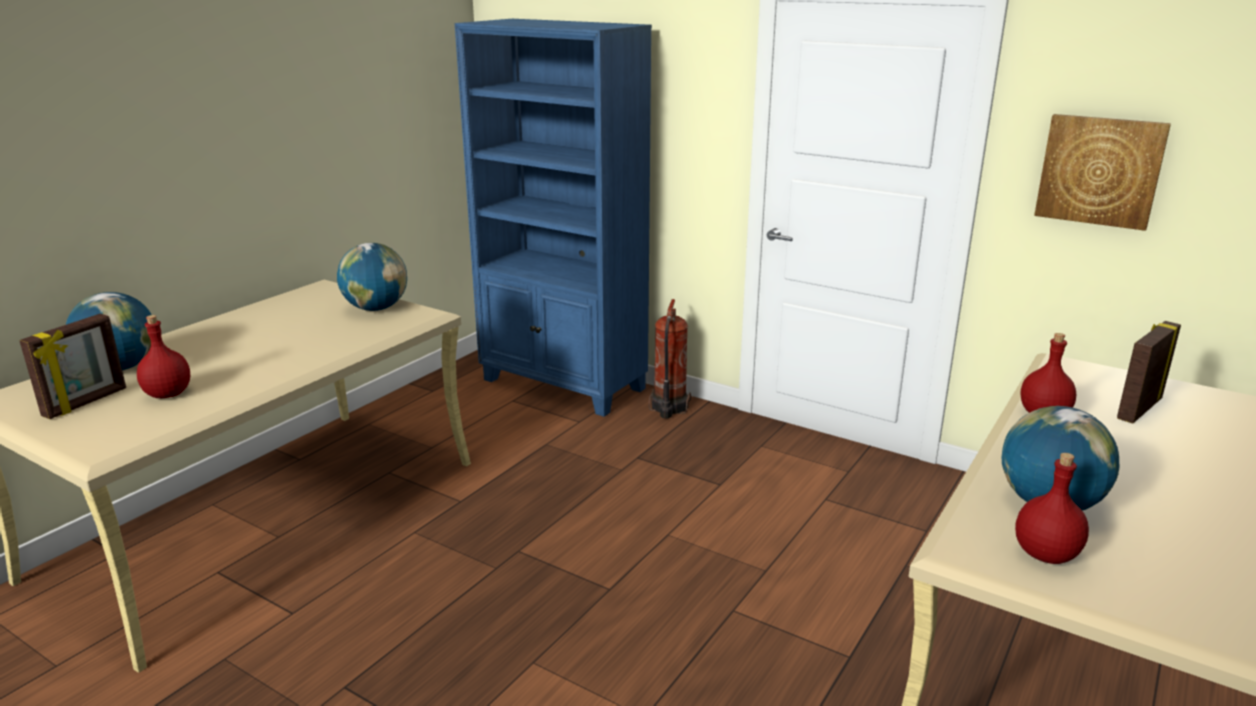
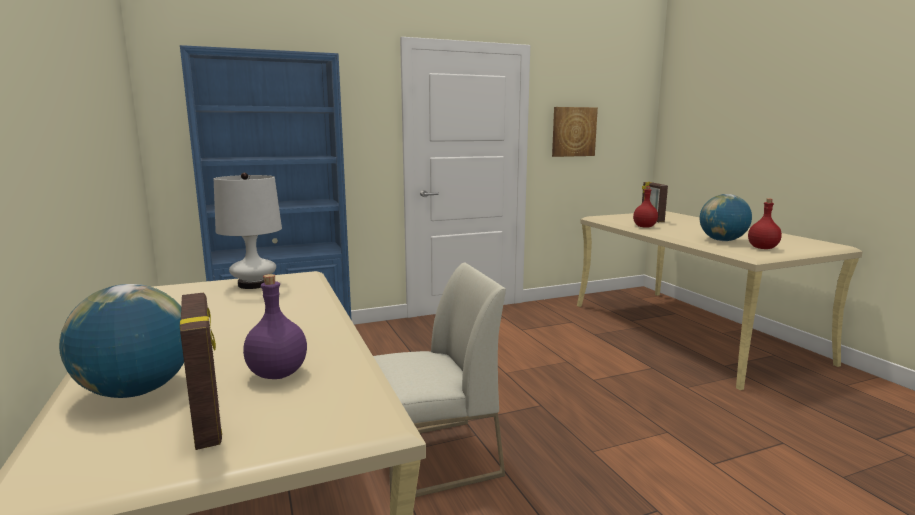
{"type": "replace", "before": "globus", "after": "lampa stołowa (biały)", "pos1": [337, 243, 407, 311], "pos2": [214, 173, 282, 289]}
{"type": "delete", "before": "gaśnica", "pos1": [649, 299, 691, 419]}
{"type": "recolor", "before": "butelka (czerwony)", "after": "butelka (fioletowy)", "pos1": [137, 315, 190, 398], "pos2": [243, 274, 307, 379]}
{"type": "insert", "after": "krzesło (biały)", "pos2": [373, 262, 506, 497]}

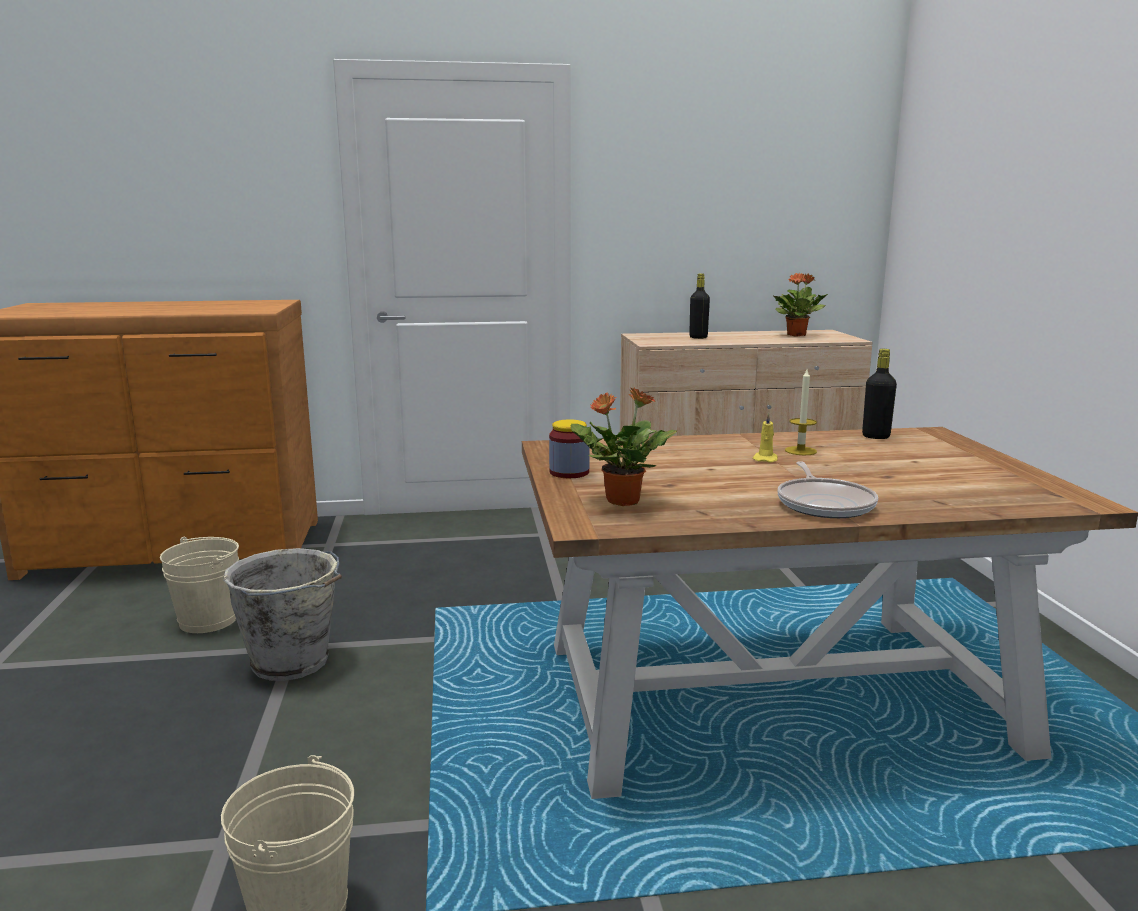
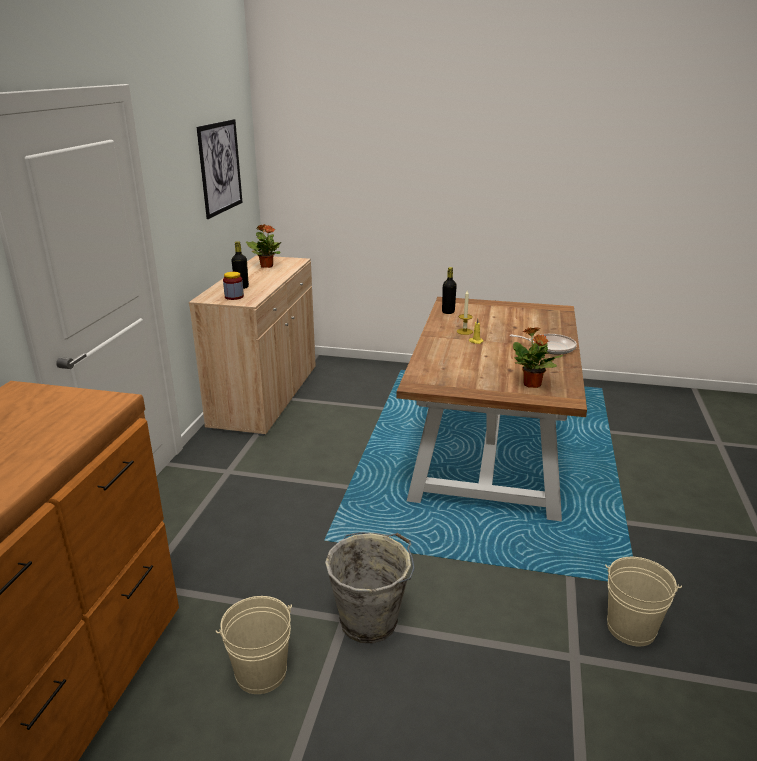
{"type": "move", "before": "słoik", "pos1": [549, 419, 590, 478], "pos2": [223, 272, 244, 300]}
{"type": "insert", "after": "obraz", "pos2": [196, 119, 243, 219]}

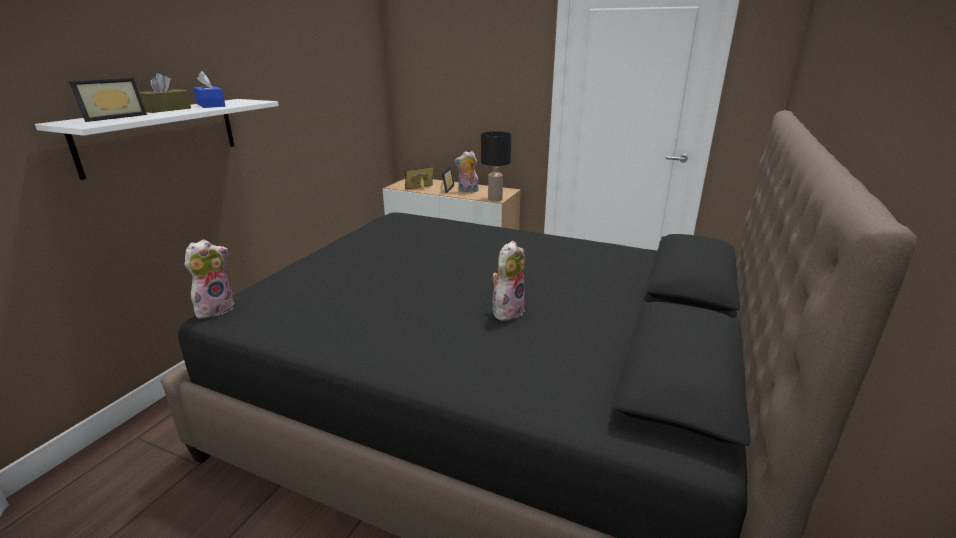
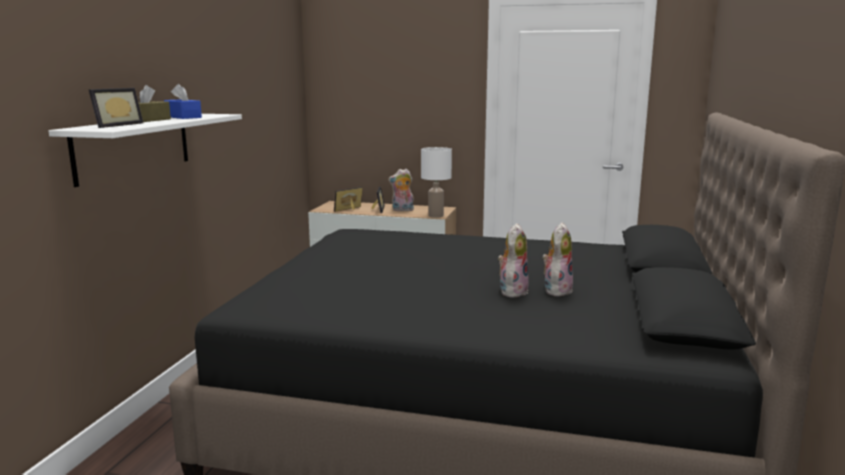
{"type": "recolor", "before": "lampa stołowa (czarny)", "after": "lampa stołowa (biały)", "pos1": [481, 132, 511, 201], "pos2": [421, 147, 452, 218]}
{"type": "move", "before": "pluszak", "pos1": [185, 239, 234, 319], "pos2": [542, 222, 573, 296]}

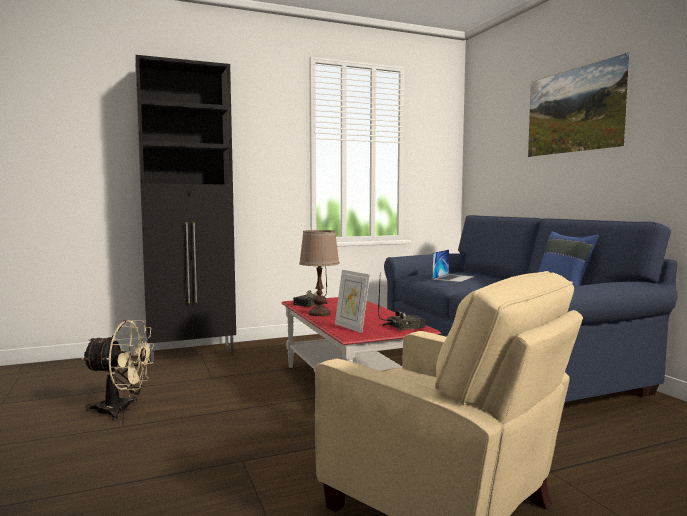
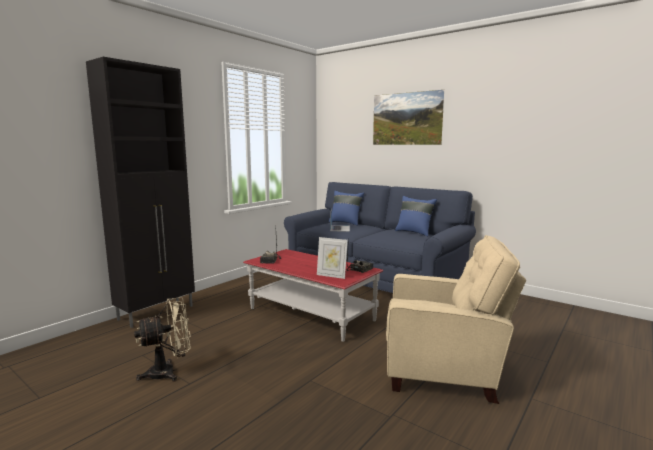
{"type": "delete", "before": "lampa stołowa (brązowy)", "pos1": [299, 230, 340, 316]}
{"type": "insert", "after": "poduszka (niebieski)", "pos2": [329, 190, 364, 226]}

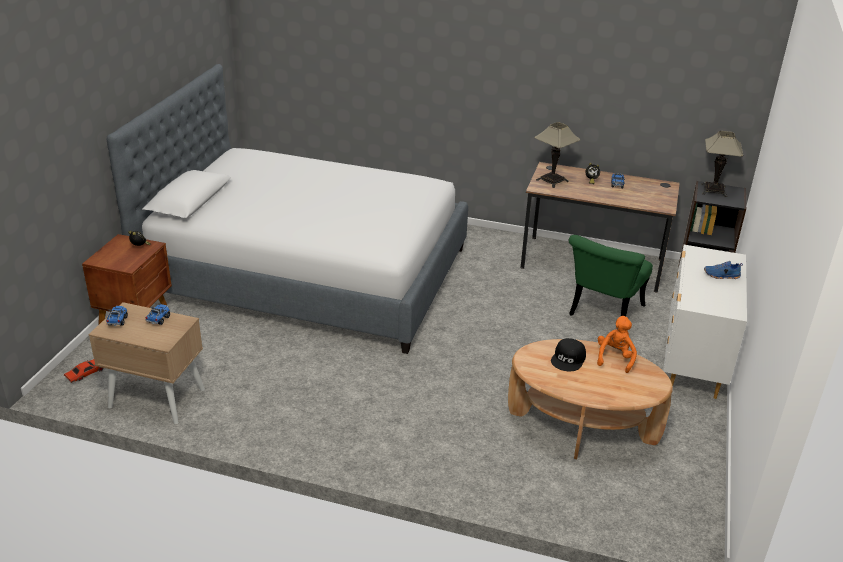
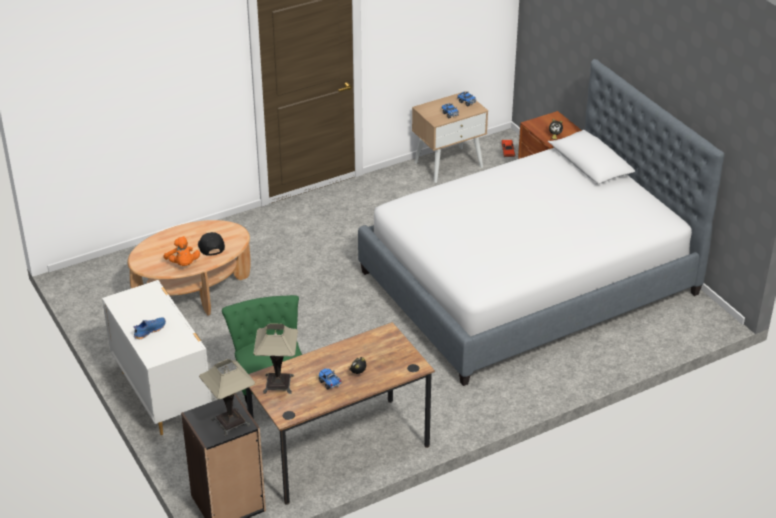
{"type": "move", "before": "lampa stołowa", "pos1": [534, 122, 580, 188], "pos2": [253, 323, 298, 394]}

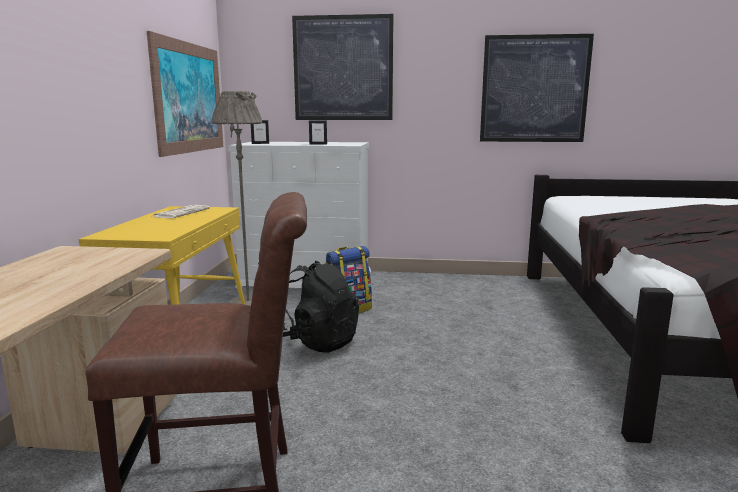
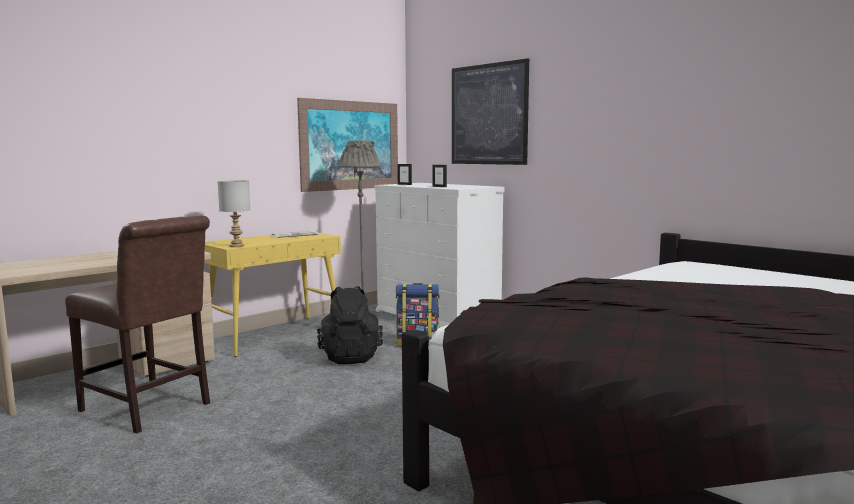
{"type": "delete", "before": "obraz", "pos1": [480, 34, 594, 142]}
{"type": "insert", "after": "lampa stołowa (szary)", "pos2": [218, 180, 250, 247]}

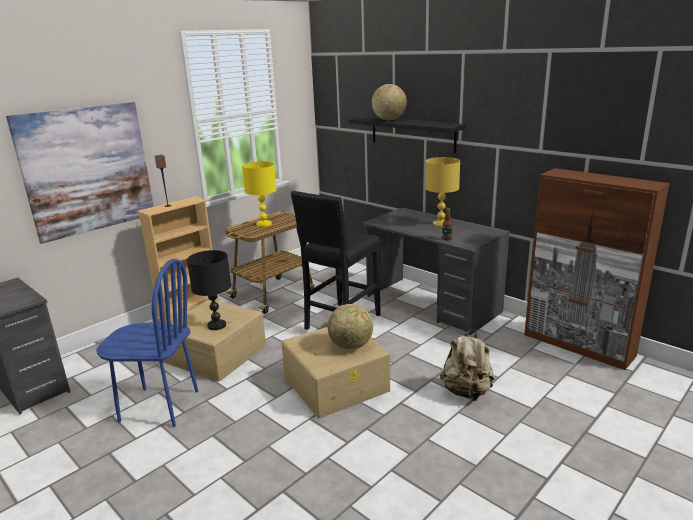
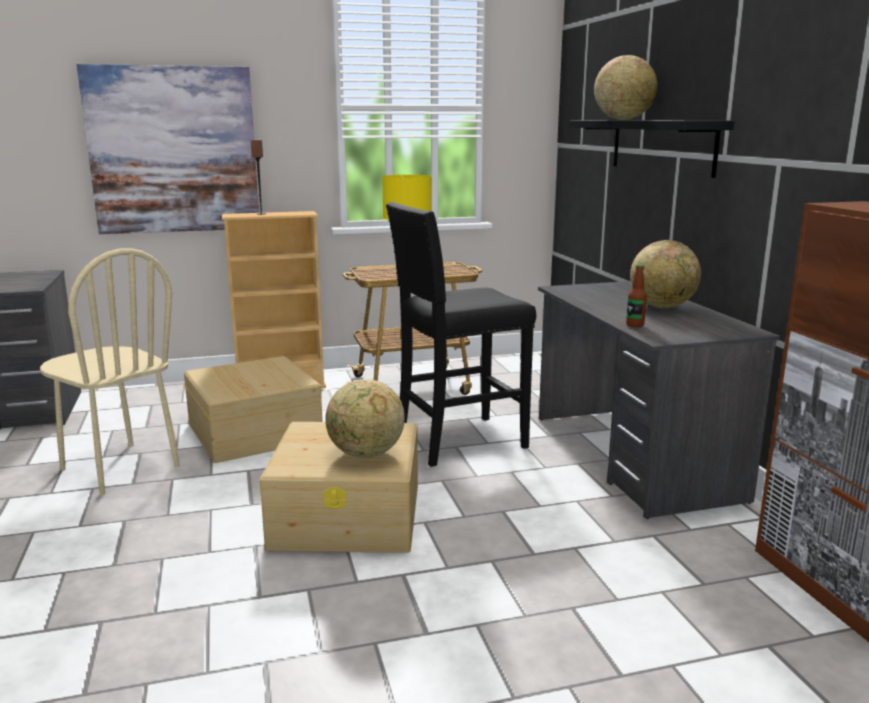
{"type": "replace", "before": "lampa stołowa (żółty)", "after": "globus", "pos1": [425, 157, 460, 227], "pos2": [630, 240, 701, 308]}
{"type": "delete", "before": "lampa stołowa (czarny)", "pos1": [187, 250, 231, 330]}
{"type": "recolor", "before": "krzesło (niebieski)", "after": "krzesło (beżowy)", "pos1": [97, 259, 198, 427], "pos2": [40, 248, 180, 496]}
{"type": "delete", "before": "plecak (beżowy)", "pos1": [440, 329, 495, 401]}

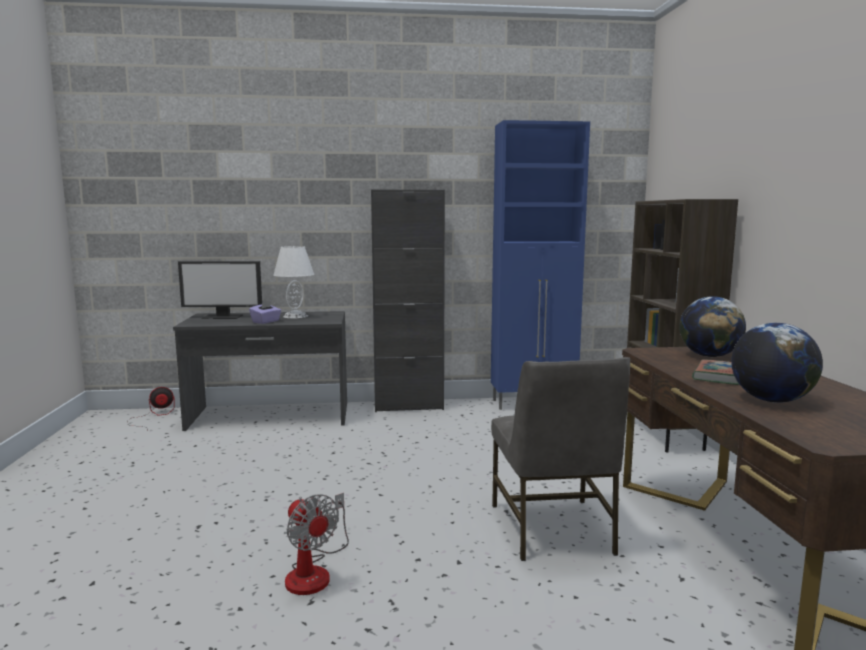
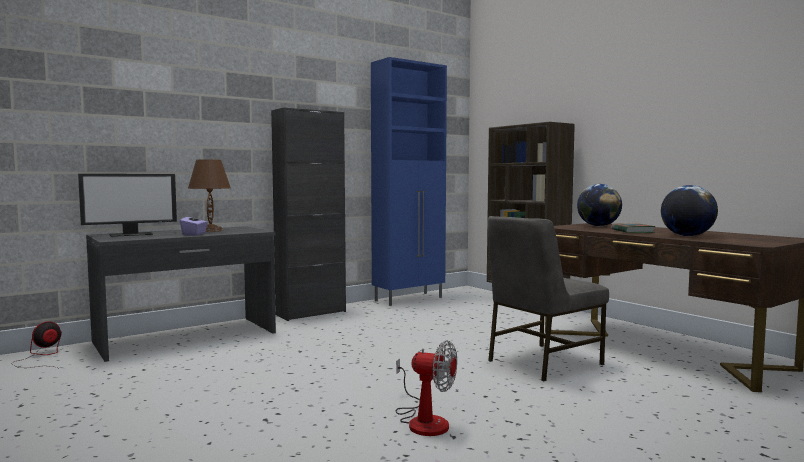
{"type": "recolor", "before": "lampa stołowa (biały)", "after": "lampa stołowa (brązowy)", "pos1": [273, 246, 314, 319], "pos2": [188, 159, 231, 232]}
{"type": "rotate", "before": "krzesło (szary)", "pos1": [491, 357, 630, 561], "pos2": [488, 216, 609, 381], "turn": 90}

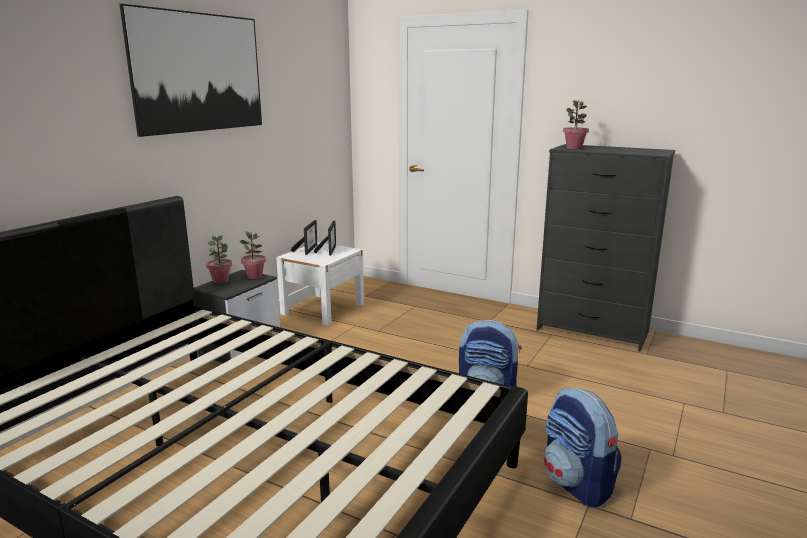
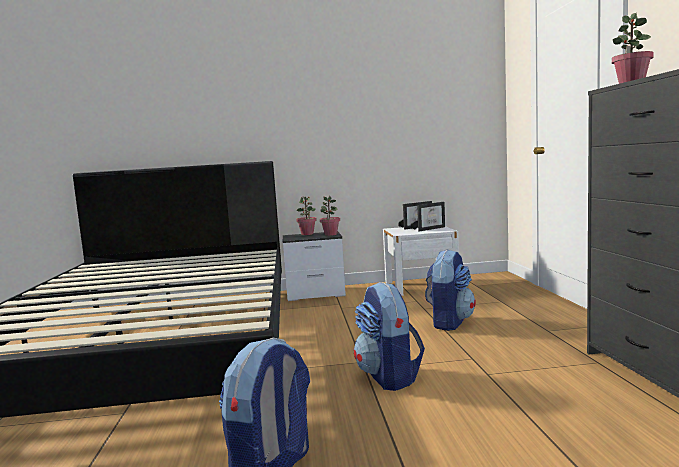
{"type": "delete", "before": "obraz", "pos1": [119, 4, 262, 137]}
{"type": "insert", "after": "plecak", "pos2": [425, 249, 476, 331]}

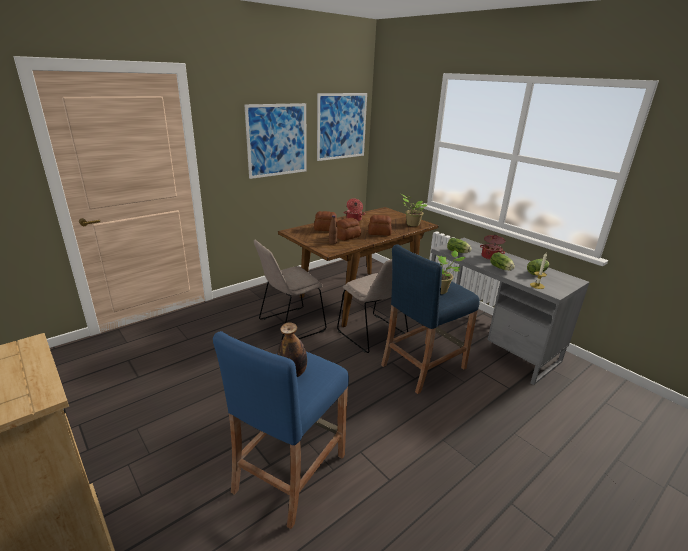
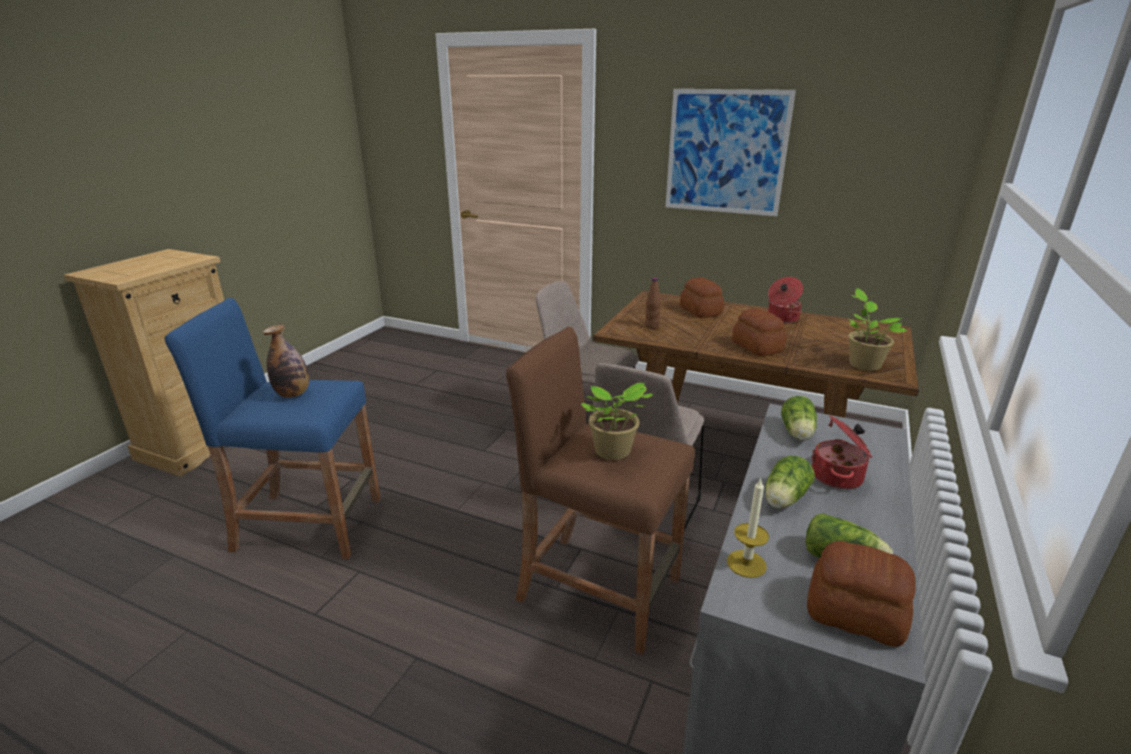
{"type": "delete", "before": "obraz", "pos1": [317, 93, 367, 161]}
{"type": "move", "before": "chleb", "pos1": [337, 218, 361, 241], "pos2": [807, 541, 915, 647]}
{"type": "recolor", "before": "stołek (niebieski)", "after": "stołek (brązowy)", "pos1": [381, 244, 480, 394], "pos2": [506, 326, 695, 655]}

